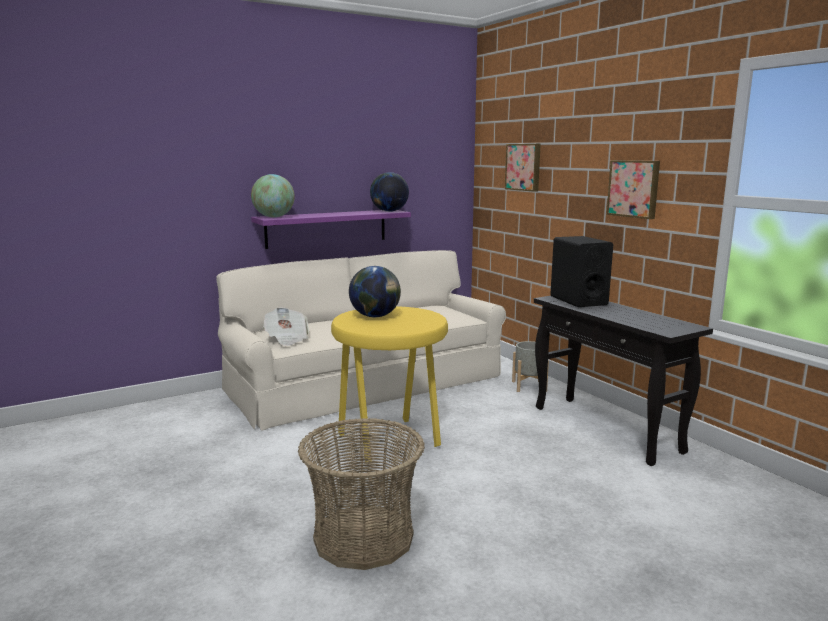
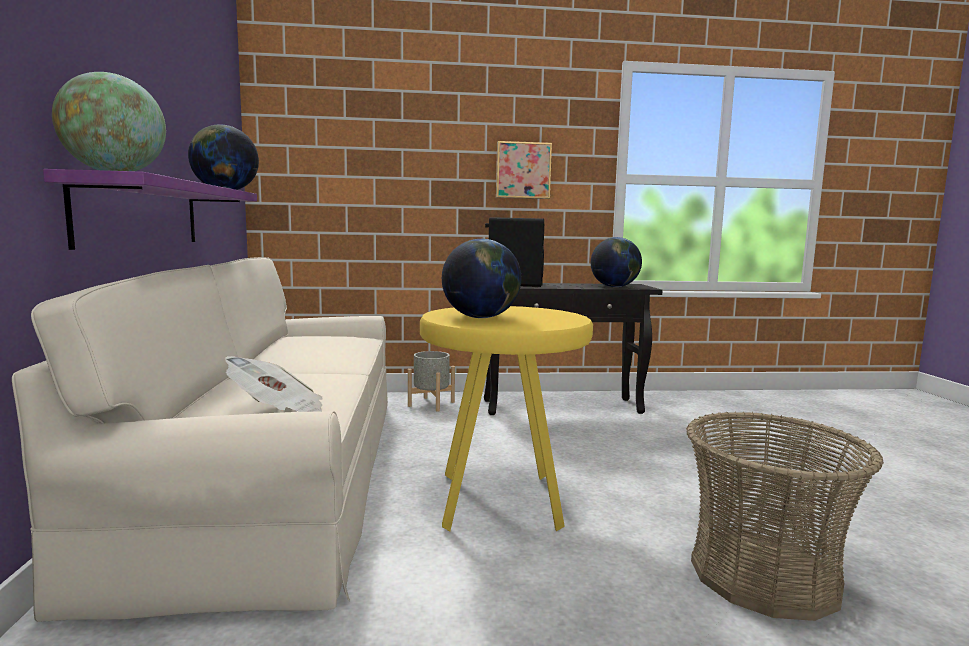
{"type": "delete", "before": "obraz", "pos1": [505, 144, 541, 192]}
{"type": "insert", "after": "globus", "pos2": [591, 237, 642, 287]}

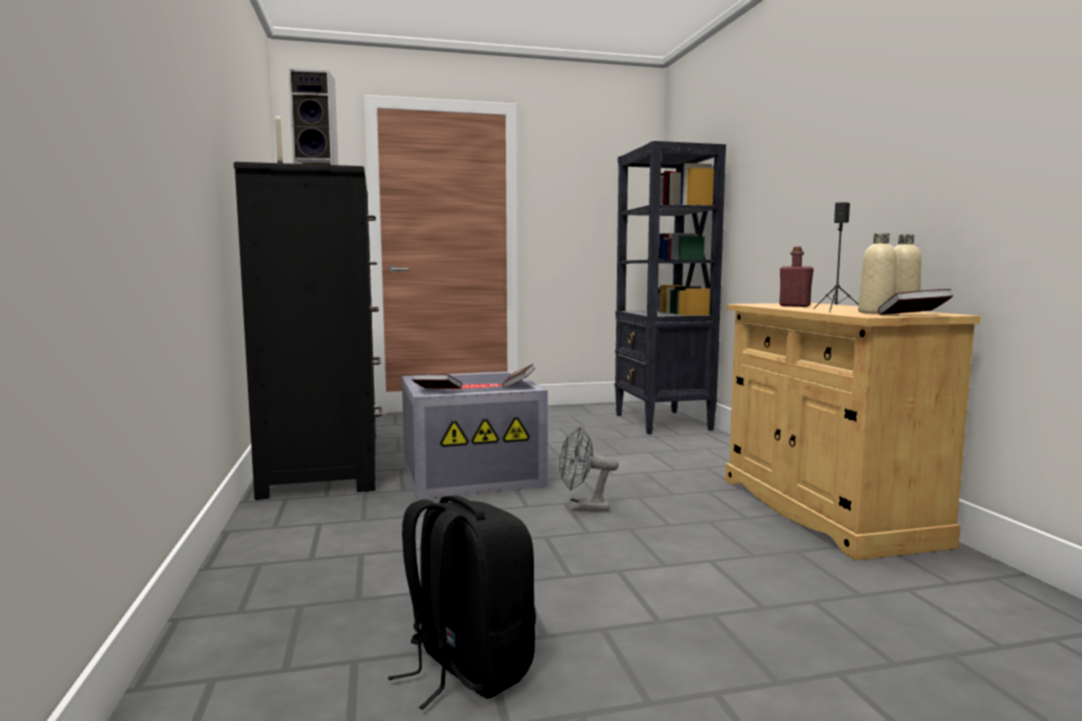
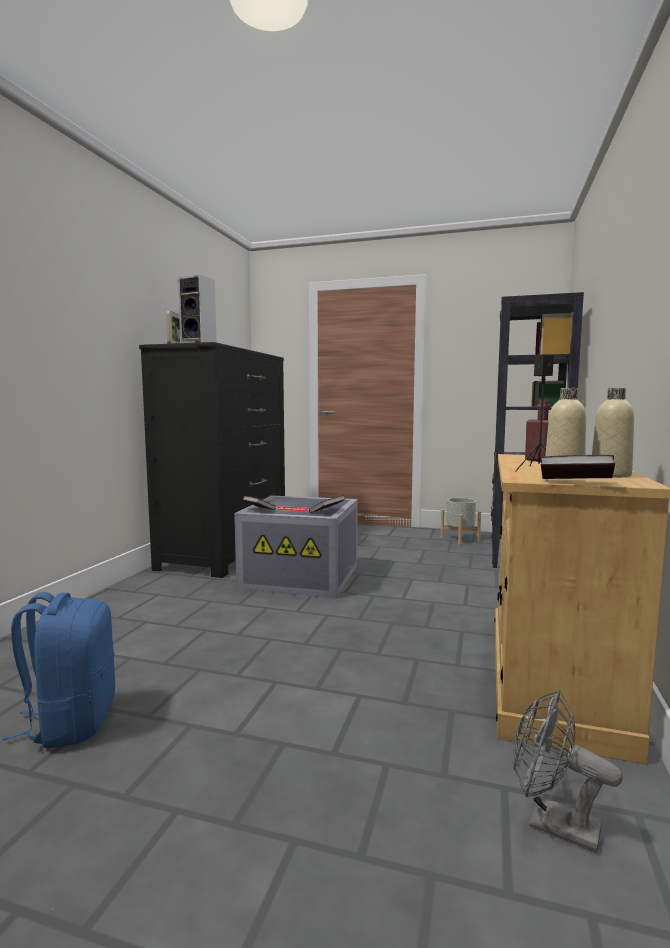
{"type": "move", "before": "wentylator (szary)", "pos1": [559, 426, 619, 511], "pos2": [513, 690, 623, 853]}
{"type": "recolor", "before": "plecak (czarny)", "after": "plecak (niebieski)", "pos1": [388, 496, 536, 710], "pos2": [3, 592, 115, 748]}
{"type": "insert", "after": "donica (szary)", "pos2": [441, 498, 481, 545]}

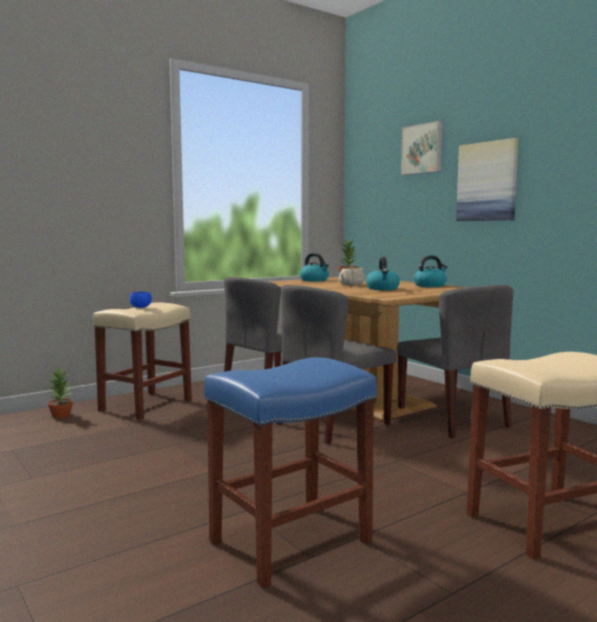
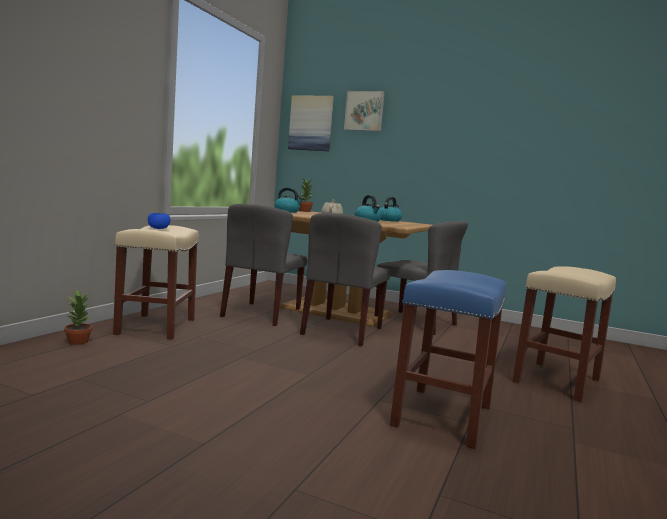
{"type": "move", "before": "obraz", "pos1": [456, 138, 519, 221], "pos2": [288, 95, 334, 151]}

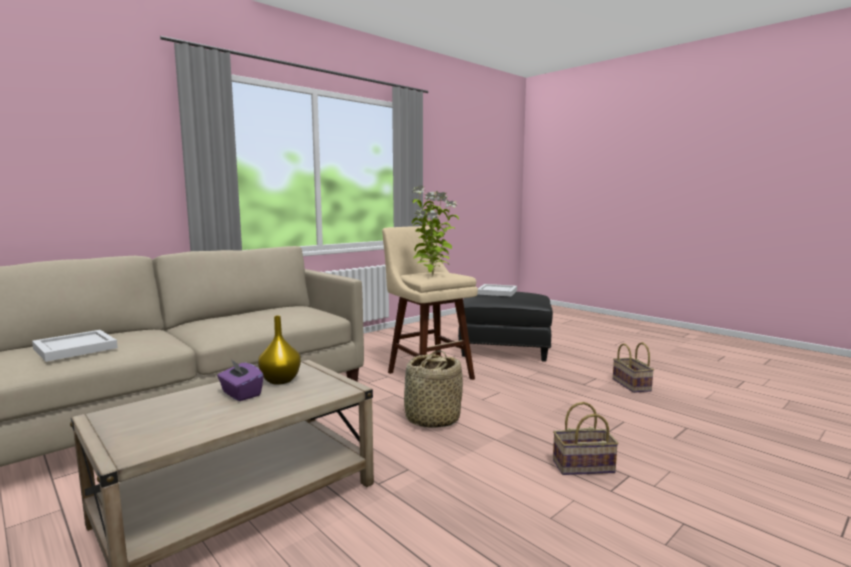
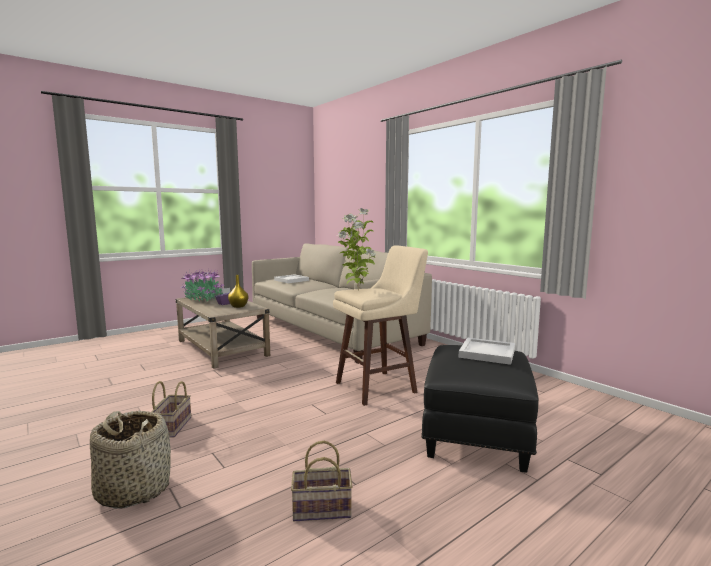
{"type": "move", "before": "koszyk", "pos1": [403, 351, 463, 428], "pos2": [90, 411, 171, 509]}
{"type": "insert", "after": "roślina doniczkowa", "pos2": [181, 270, 224, 302]}

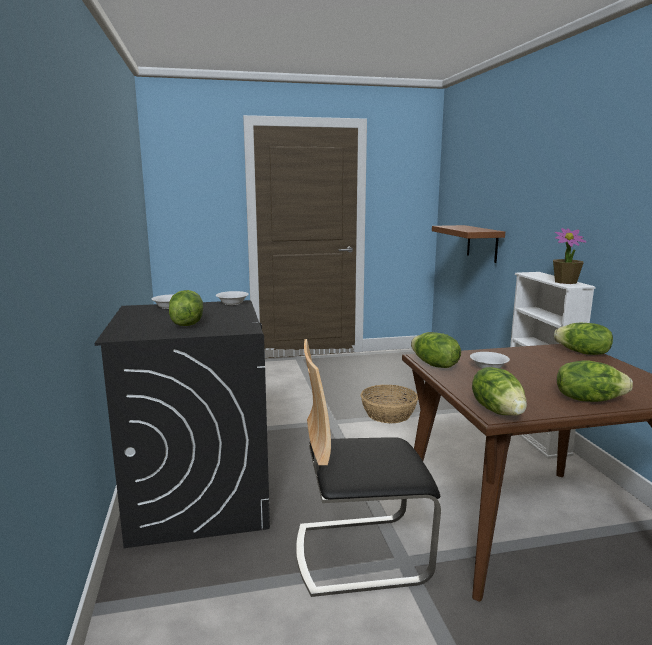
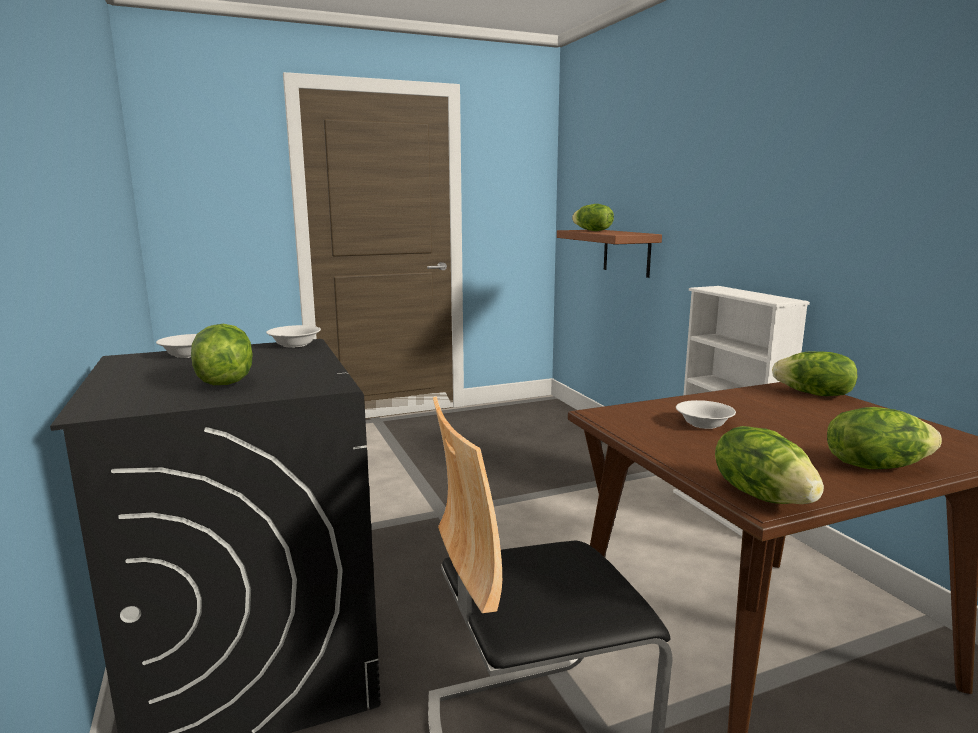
{"type": "delete", "before": "roślina doniczkowa", "pos1": [553, 228, 587, 284]}
{"type": "move", "before": "sałata", "pos1": [411, 332, 461, 368], "pos2": [572, 204, 614, 231]}
{"type": "delete", "before": "koszyk", "pos1": [361, 385, 418, 423]}

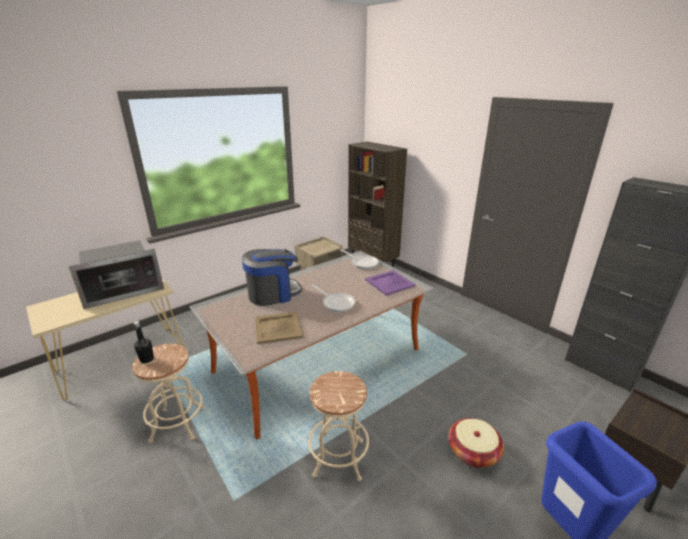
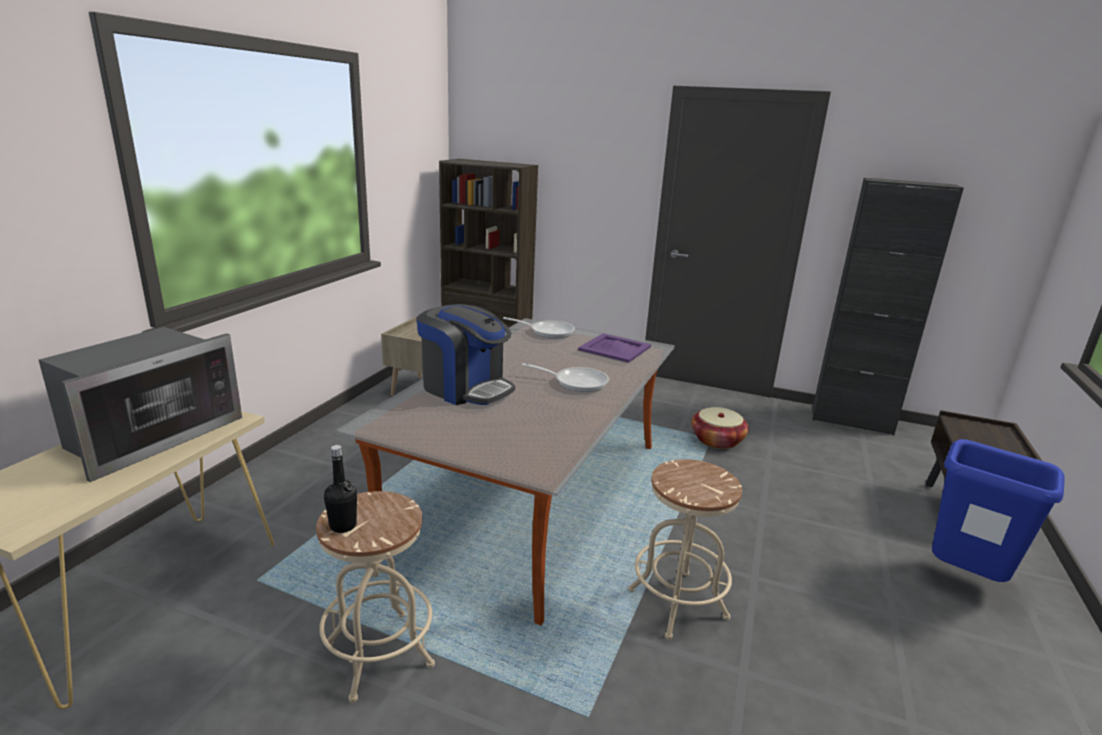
{"type": "rotate", "before": "ekspres do kawy", "pos1": [242, 249, 302, 306], "pos2": [417, 304, 515, 405], "turn": 90}
{"type": "delete", "before": "taca (beżowy)", "pos1": [255, 312, 303, 344]}
{"type": "move", "before": "koszyk", "pos1": [448, 418, 504, 468], "pos2": [691, 407, 749, 449]}

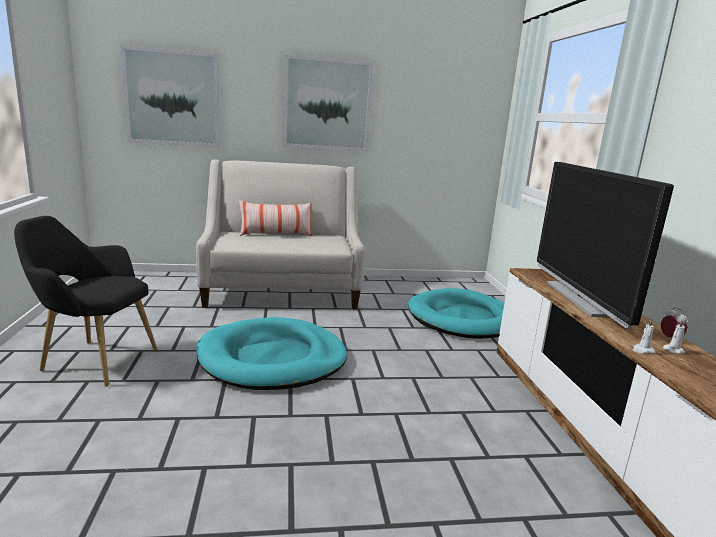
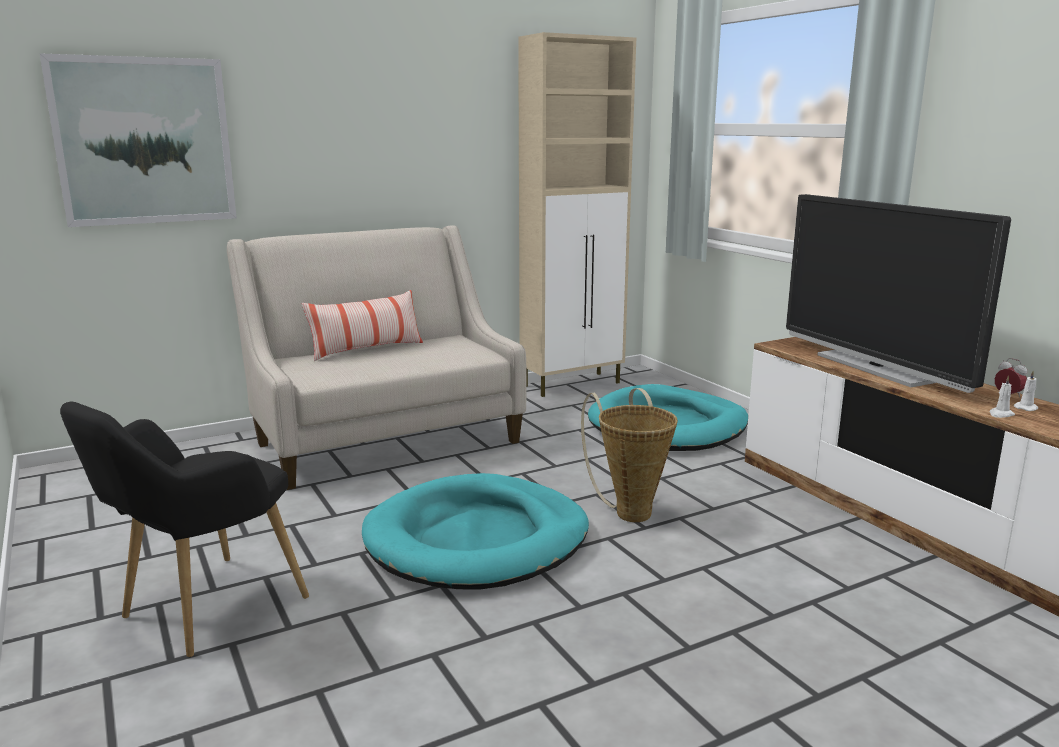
{"type": "delete", "before": "obraz", "pos1": [283, 54, 374, 152]}
{"type": "rotate", "before": "fotel (czarny)", "pos1": [14, 216, 157, 387], "pos2": [60, 402, 309, 657], "turn": -45}
{"type": "insert", "after": "szafka (beżowy)", "pos2": [518, 32, 636, 397]}
{"type": "insert", "after": "koszyk", "pos2": [581, 388, 678, 522]}

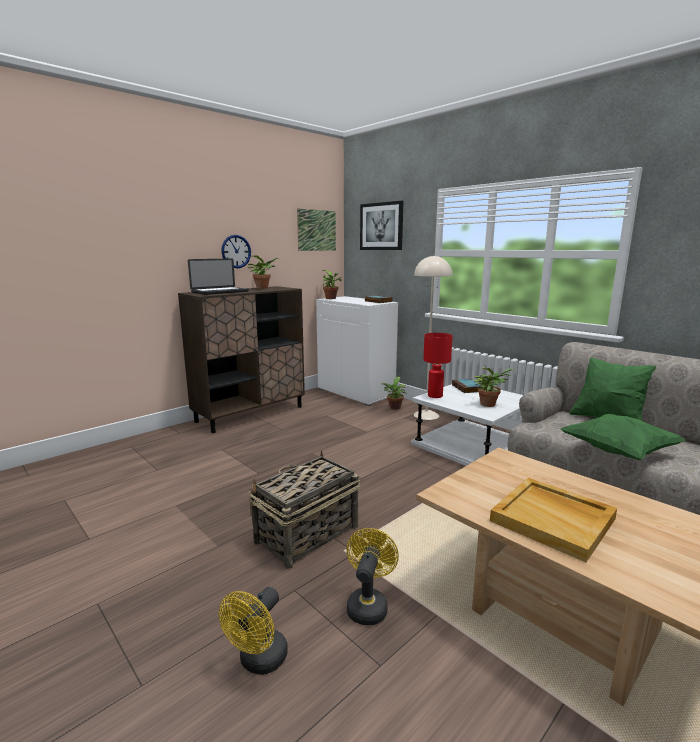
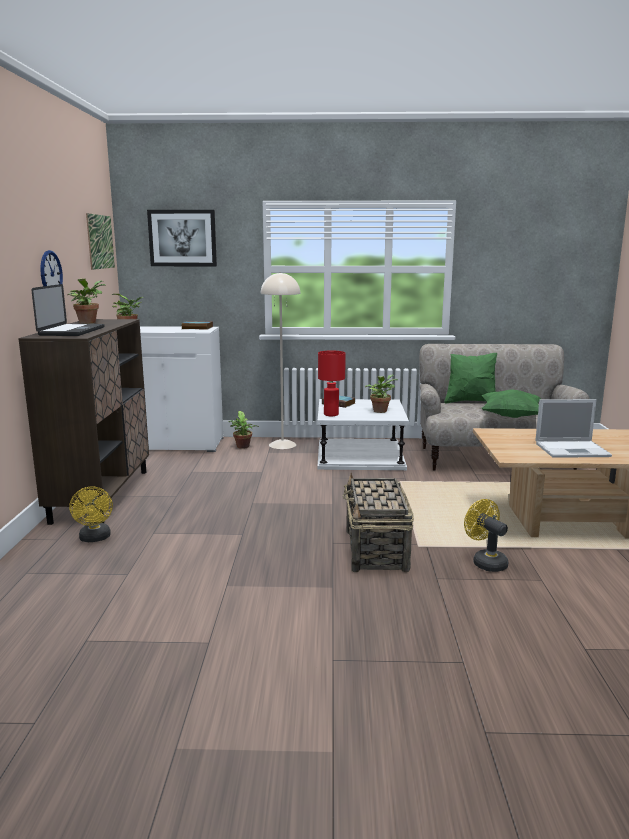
{"type": "replace", "before": "taca (beżowy)", "after": "laptop", "pos1": [490, 478, 617, 562], "pos2": [535, 399, 612, 458]}
{"type": "move", "before": "wentylator (żółty)", "pos1": [219, 587, 288, 675], "pos2": [69, 487, 113, 542]}

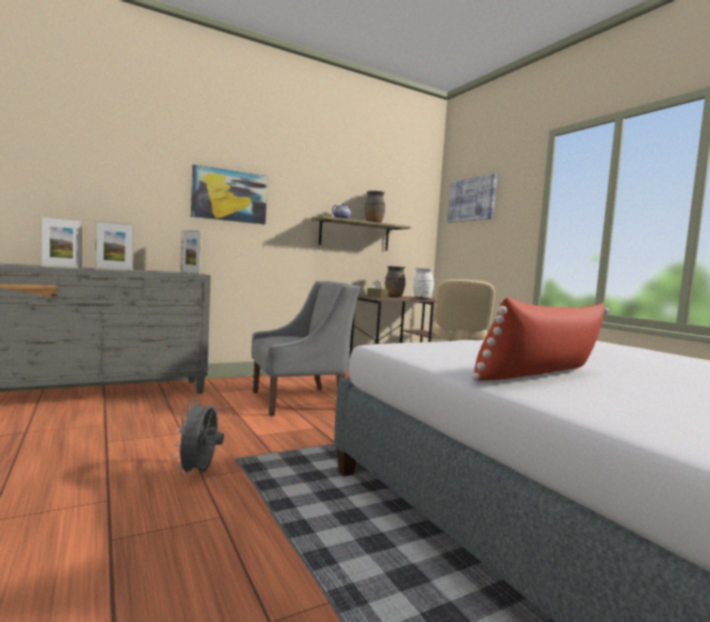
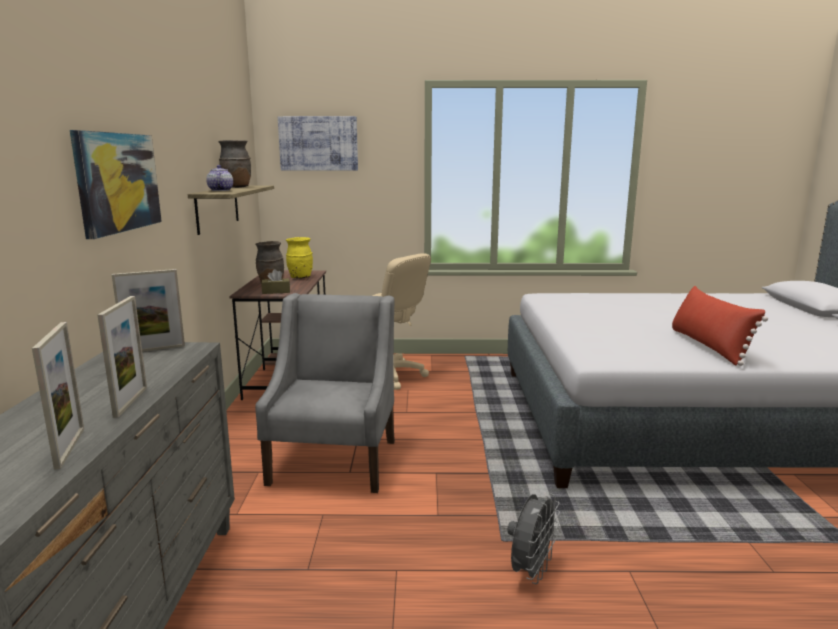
{"type": "recolor", "before": "wazon (biały)", "after": "wazon (żółty)", "pos1": [413, 268, 434, 299], "pos2": [286, 237, 313, 279]}
{"type": "rotate", "before": "wentylator (szary)", "pos1": [174, 399, 224, 477], "pos2": [507, 493, 560, 584], "turn": -90}

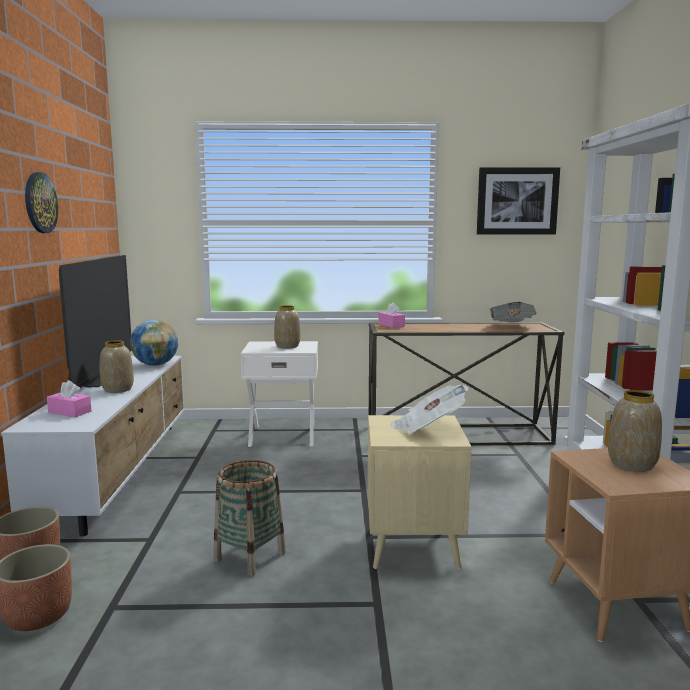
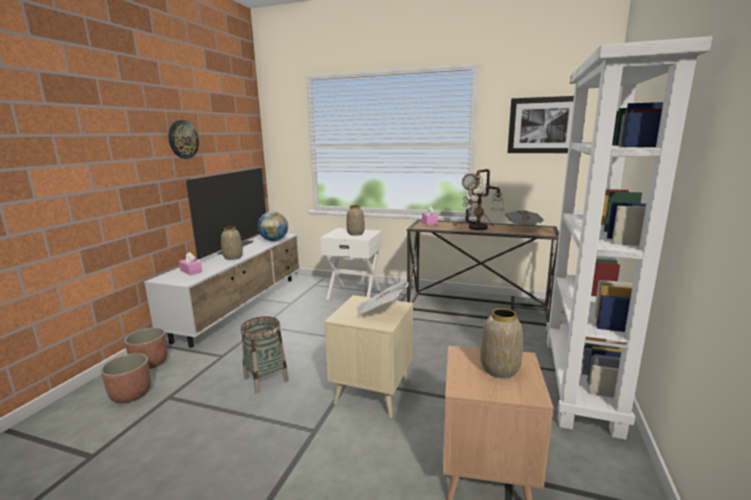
{"type": "insert", "after": "lampa stołowa", "pos2": [453, 169, 504, 230]}

